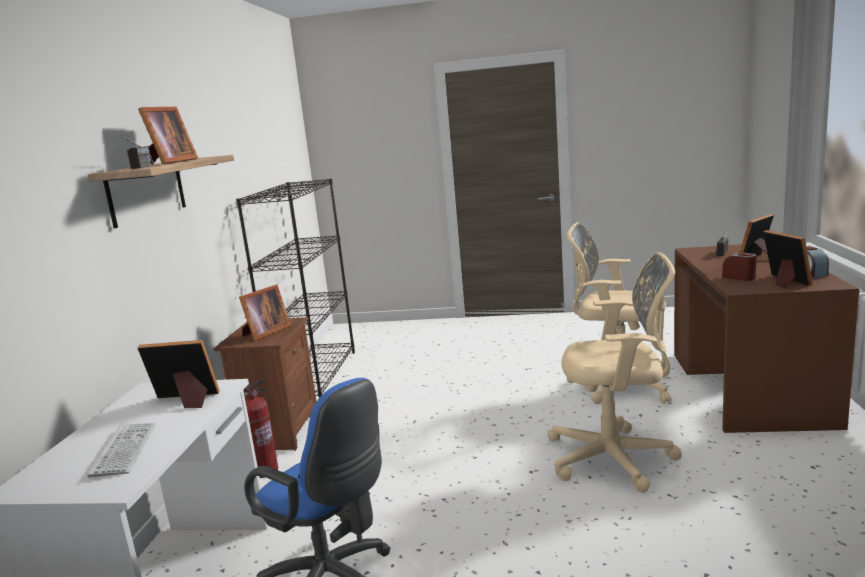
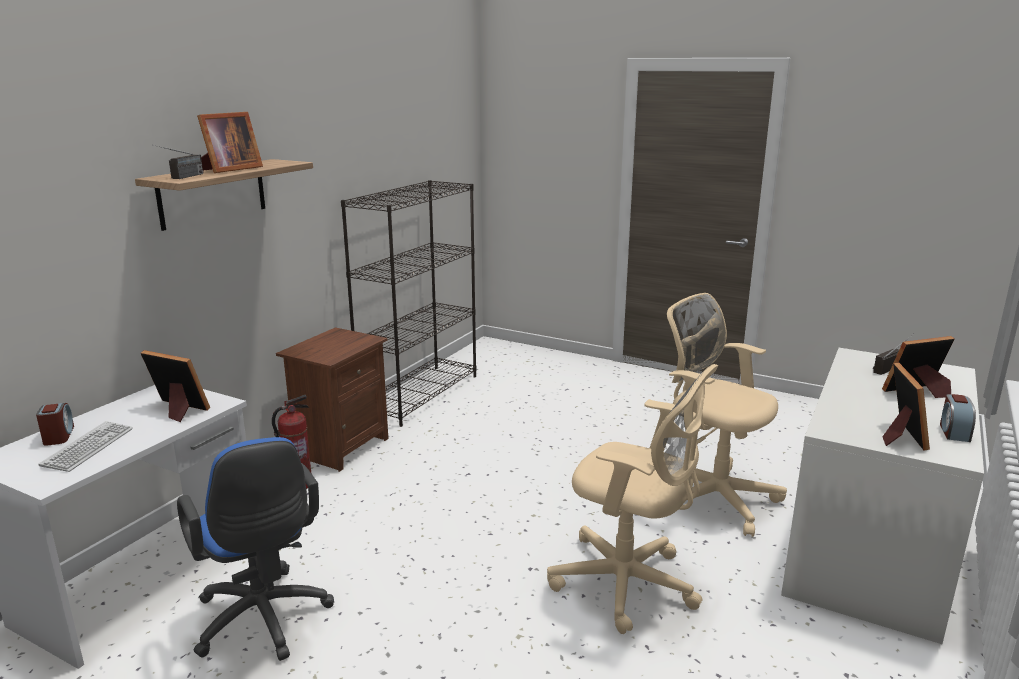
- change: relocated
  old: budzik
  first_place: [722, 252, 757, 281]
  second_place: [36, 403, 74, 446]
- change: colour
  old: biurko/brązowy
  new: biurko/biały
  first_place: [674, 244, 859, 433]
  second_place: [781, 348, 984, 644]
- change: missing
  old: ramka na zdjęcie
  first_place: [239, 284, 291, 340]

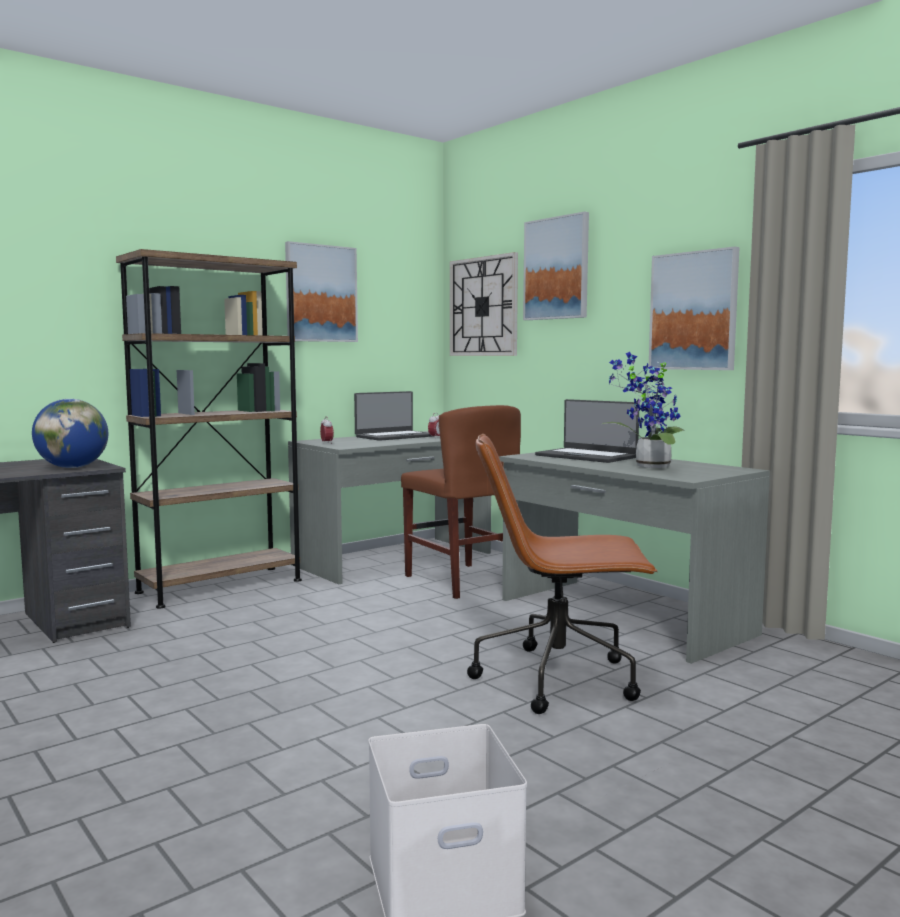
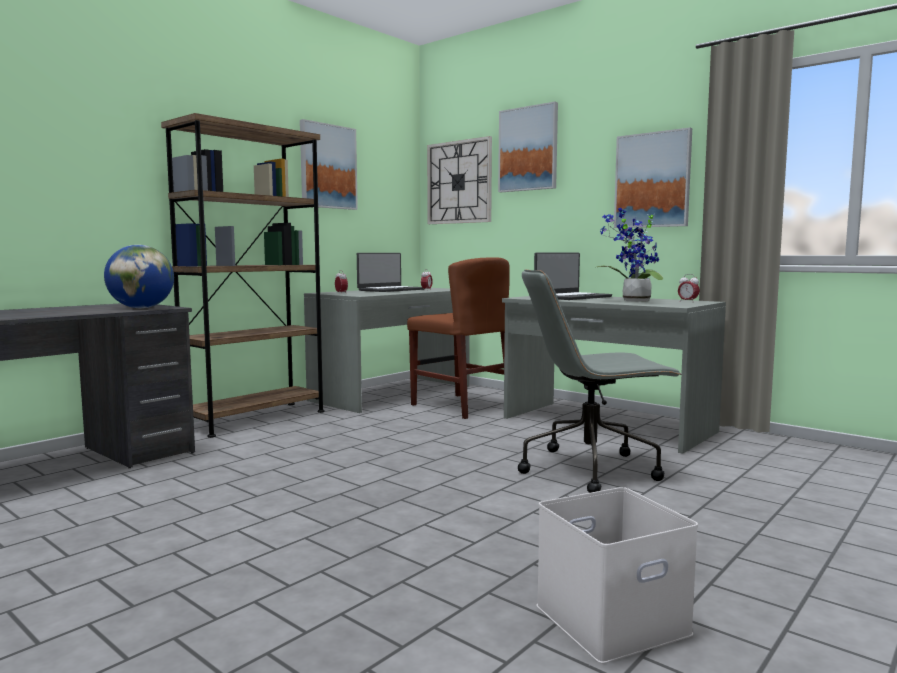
- change: colour
  old: krzesło biurowe/brązowy
  new: krzesło biurowe/szary
  first_place: [467, 434, 658, 714]
  second_place: [518, 269, 681, 493]
- change: spun
  old: laptop
  first_place: [535, 399, 640, 463]
  second_place: [534, 252, 612, 300]
  degrees: -75
- change: appeared
  new: budzik
  second_place: [678, 274, 700, 303]

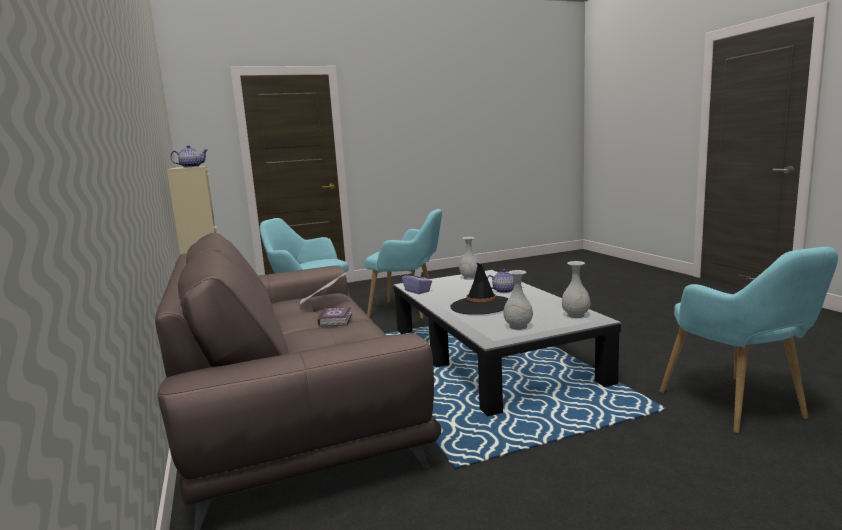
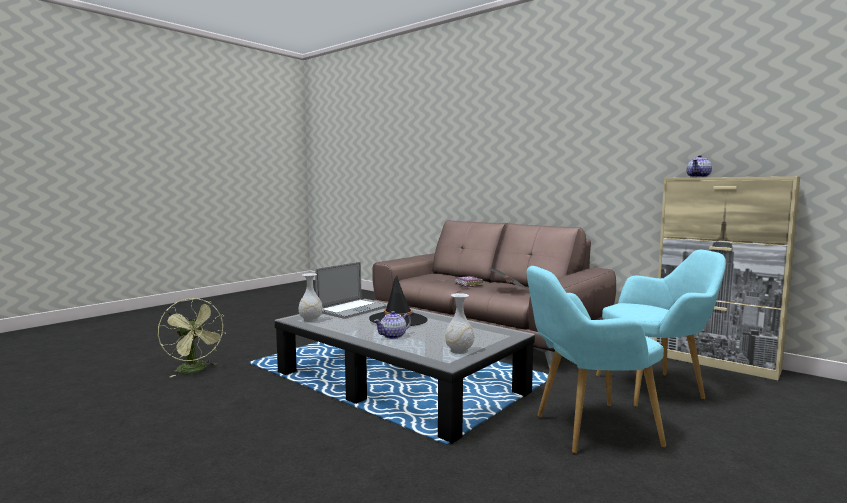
- change: exchanged
  old: fotel/turkusowy
  new: wentylator/zielony
  first_place: [660, 247, 838, 433]
  second_place: [158, 298, 226, 377]
- change: exchanged
  old: wazon/biały
  new: laptop
  first_place: [503, 270, 533, 330]
  second_place: [315, 262, 388, 319]
- change: missing
  old: pudełko chusteczek/fioletowy
  first_place: [402, 269, 432, 294]

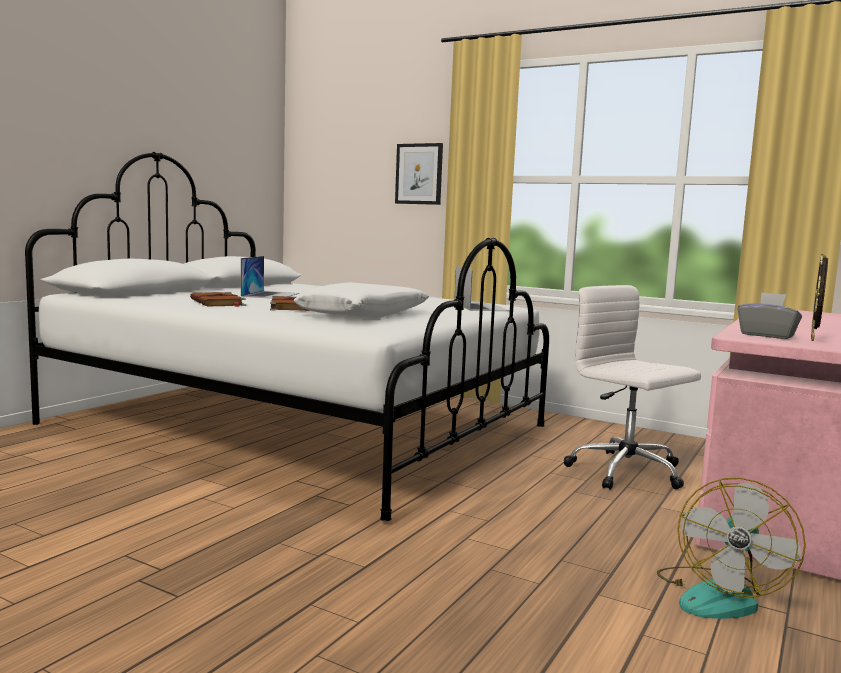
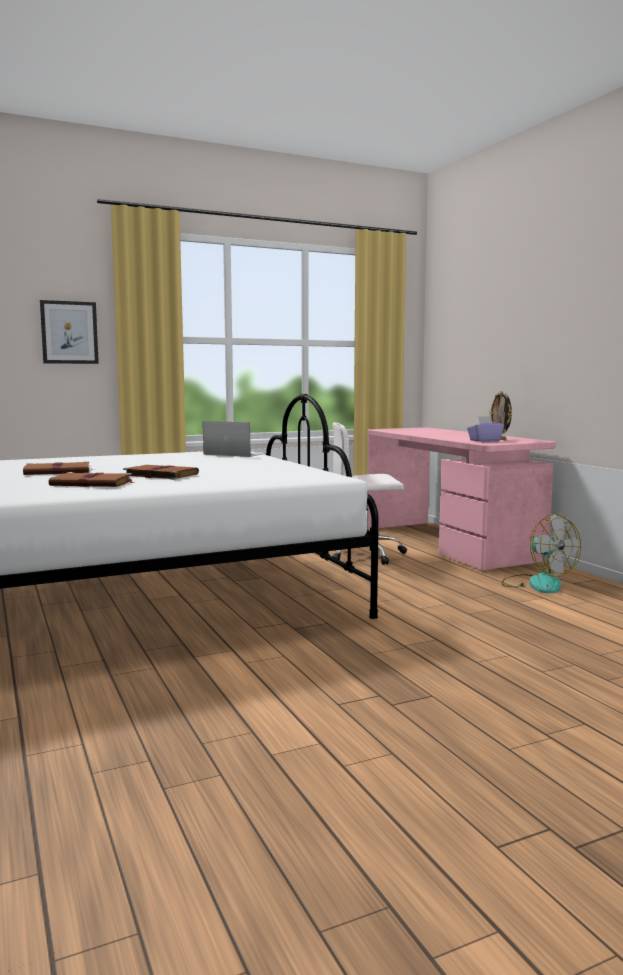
- change: exchanged
  old: laptop
  new: książka/brązowy
  first_place: [241, 256, 299, 299]
  second_place: [23, 461, 94, 475]
- change: colour
  old: pudełko chusteczek/szary
  new: pudełko chusteczek/fioletowy
  first_place: [738, 292, 802, 339]
  second_place: [467, 416, 504, 442]
- change: missing
  old: poduszka/biały
  first_place: [294, 282, 429, 318]

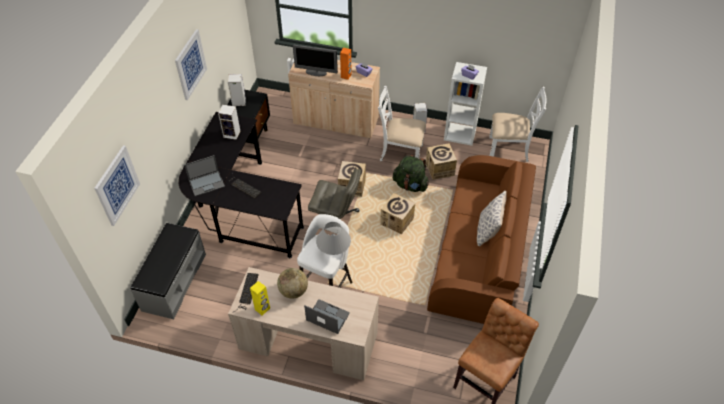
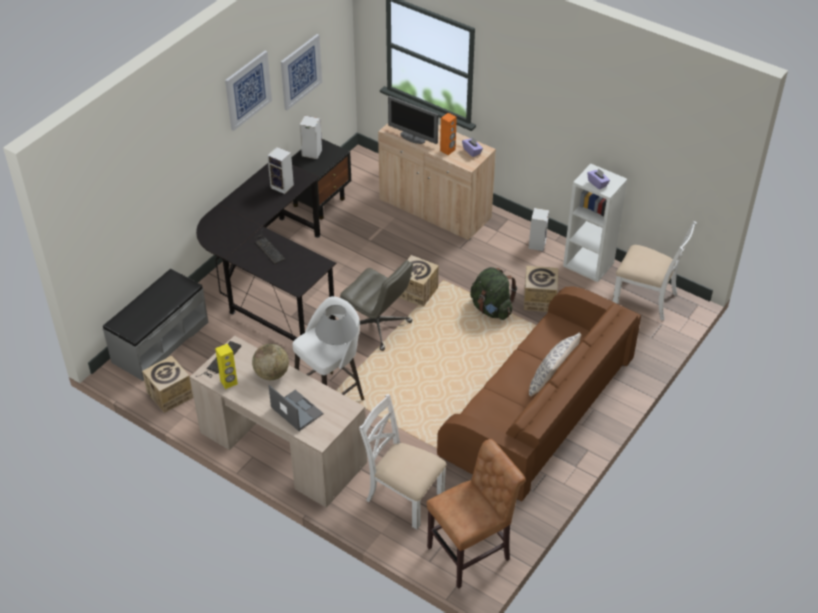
- change: relocated
  old: karton
  first_place: [380, 193, 415, 234]
  second_place: [142, 355, 194, 413]
- change: relocated
  old: obraz
  first_place: [94, 145, 140, 226]
  second_place: [281, 34, 322, 110]
- change: relocated
  old: krzesło/biały
  first_place: [378, 86, 426, 161]
  second_place: [359, 394, 446, 529]
- change: missing
  old: laptop
  first_place: [184, 155, 225, 196]

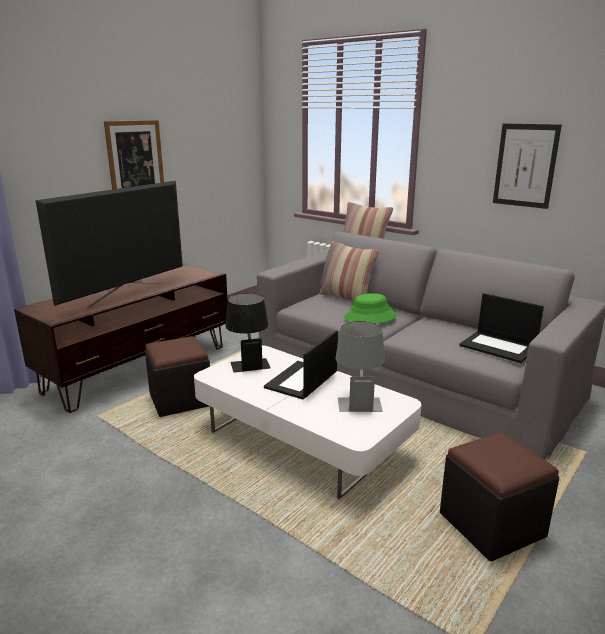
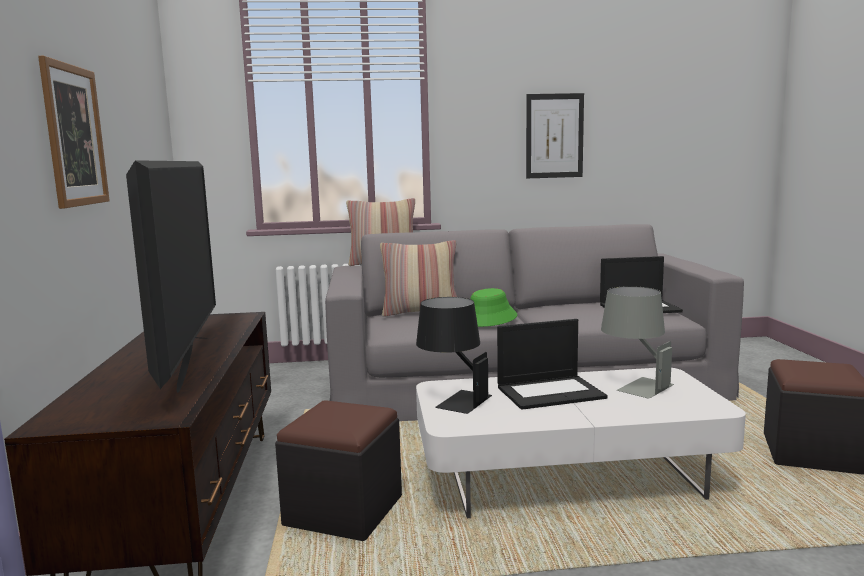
- change: spun
  old: laptop
  first_place: [264, 331, 338, 399]
  second_place: [497, 319, 608, 410]
  degrees: -90

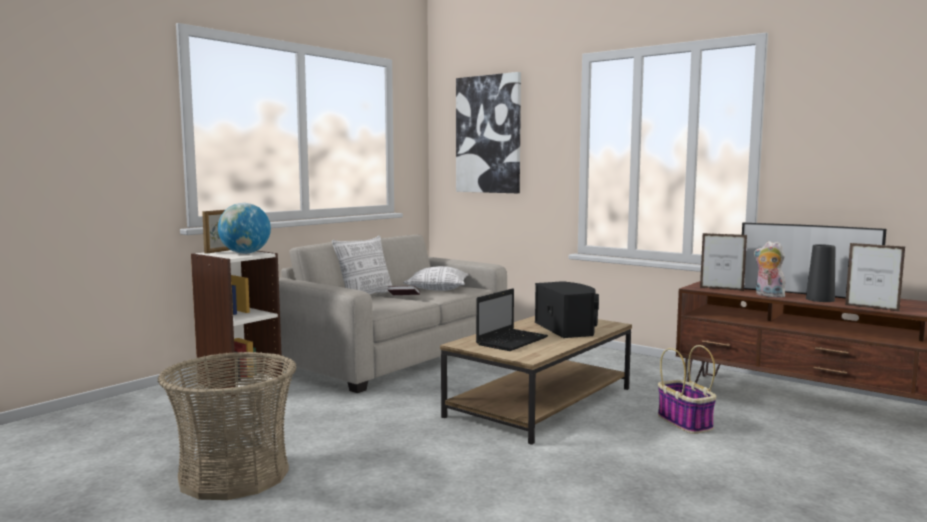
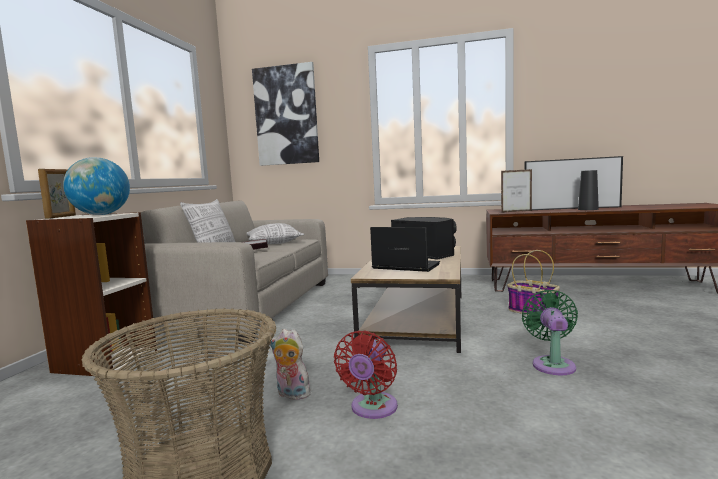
- change: relocated
  old: pluszak
  first_place: [754, 241, 787, 298]
  second_place: [270, 329, 311, 400]
- change: appeared
  new: wentylator/czerwony
  second_place: [334, 331, 398, 419]
- change: spun
  old: laptop
  first_place: [476, 288, 548, 351]
  second_place: [370, 227, 440, 272]
  degrees: -75
- change: appeared
  new: wentylator/zielony
  second_place: [522, 290, 578, 375]
- change: missing
  old: ramka na zdjęcie
  first_place: [845, 243, 905, 312]

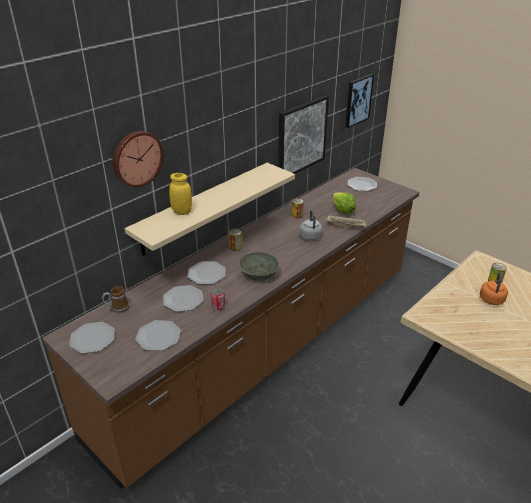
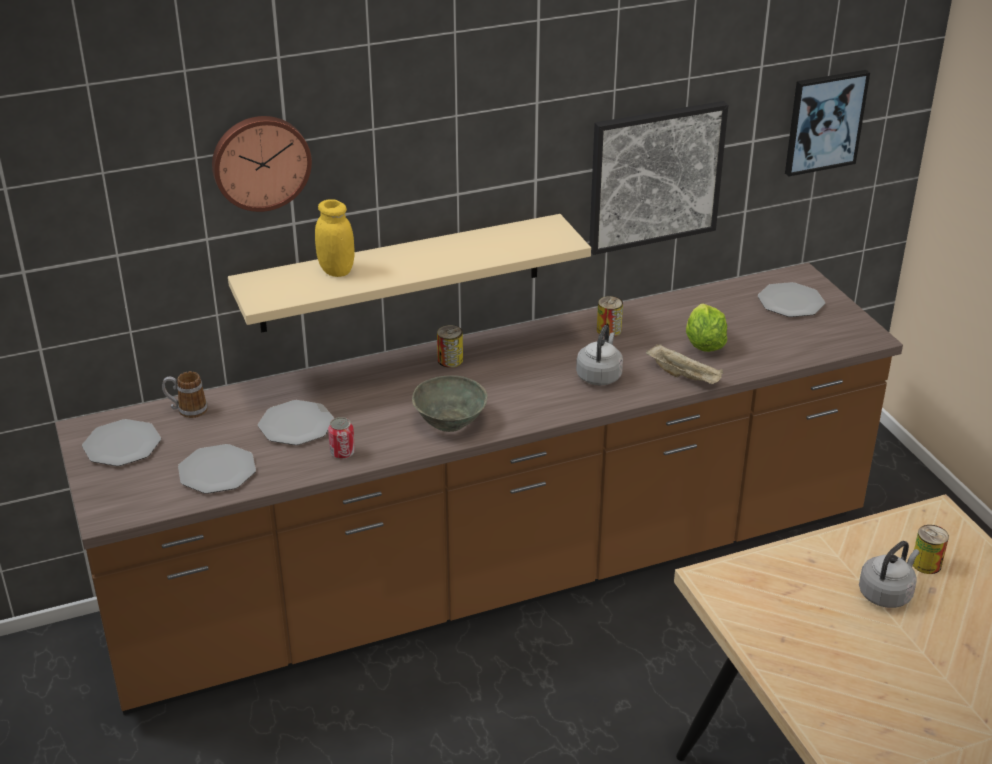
- change: colour
  old: czajnik/pomarańczowy
  new: czajnik/szary
  first_place: [480, 272, 508, 305]
  second_place: [859, 541, 920, 608]
- change: missing
  old: talerz
  first_place: [188, 261, 226, 284]

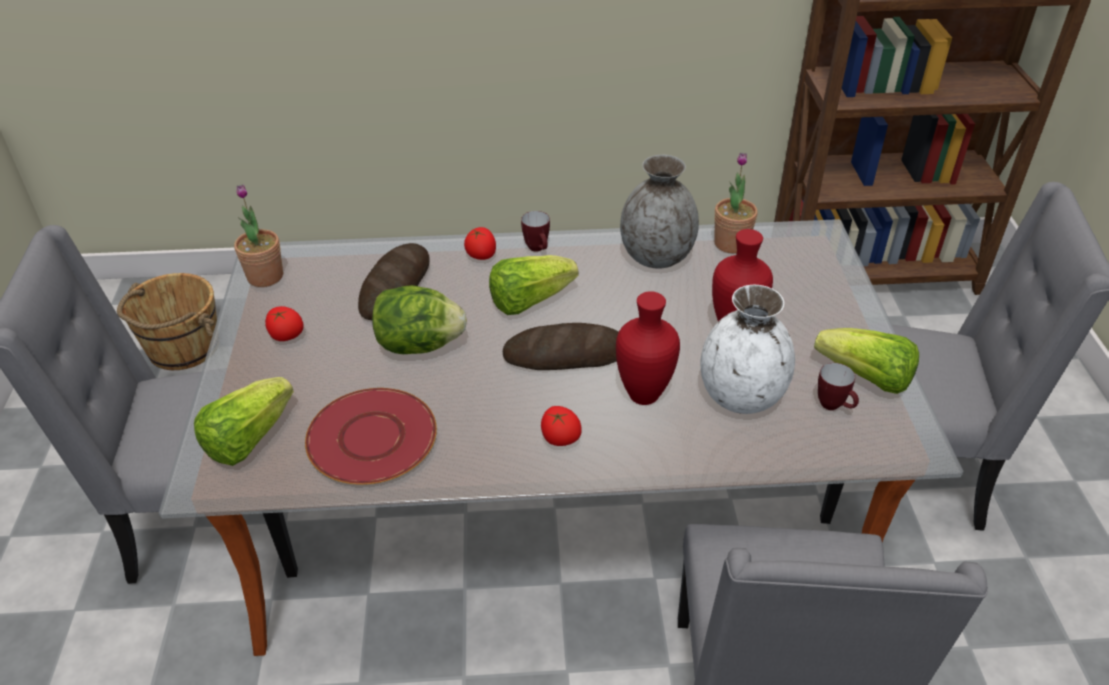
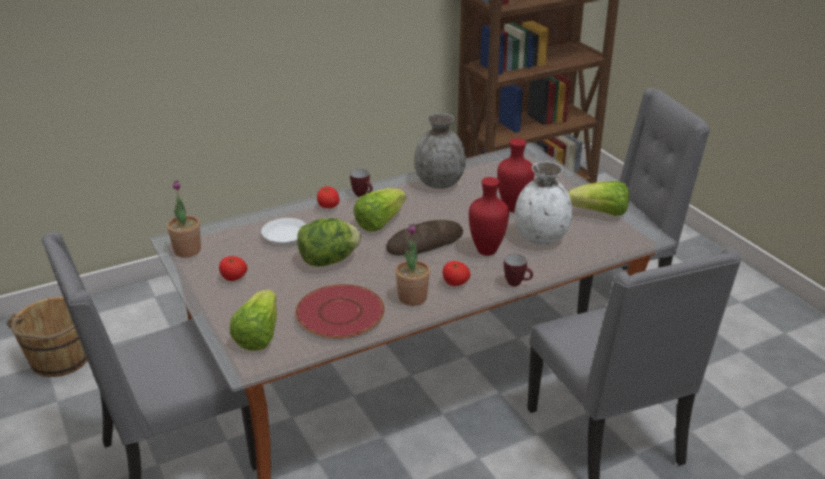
- change: exchanged
  old: chleb
  new: talerz/biały
  first_place: [358, 243, 430, 320]
  second_place: [261, 218, 307, 244]
- change: relocated
  old: roślina doniczkowa
  first_place: [714, 152, 758, 253]
  second_place: [395, 224, 430, 306]
- change: relocated
  old: kubek
  first_place: [818, 363, 859, 410]
  second_place: [504, 254, 533, 286]

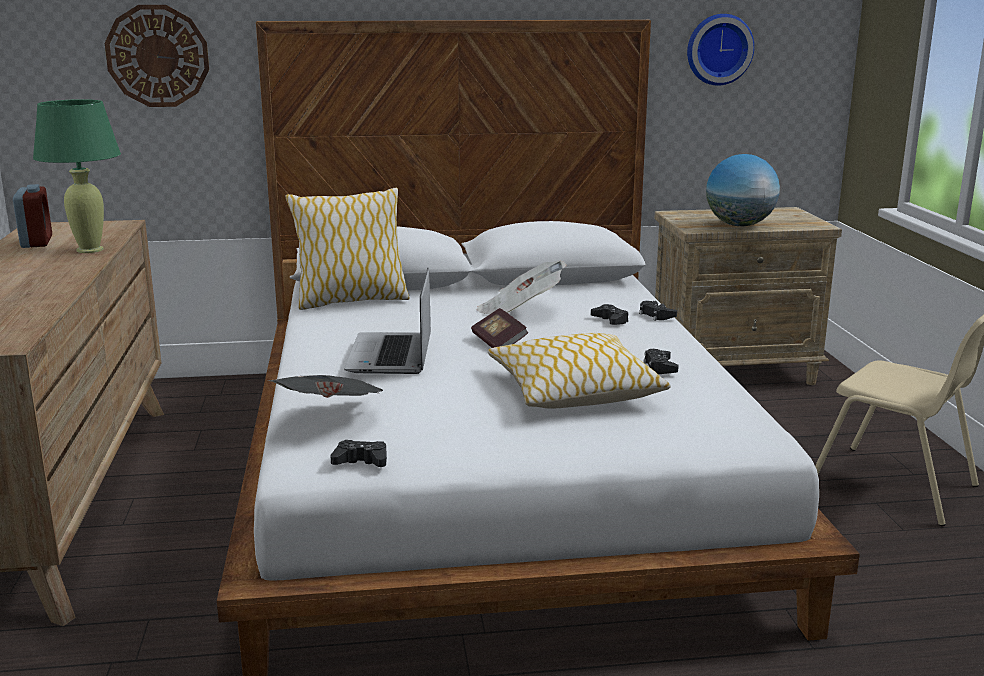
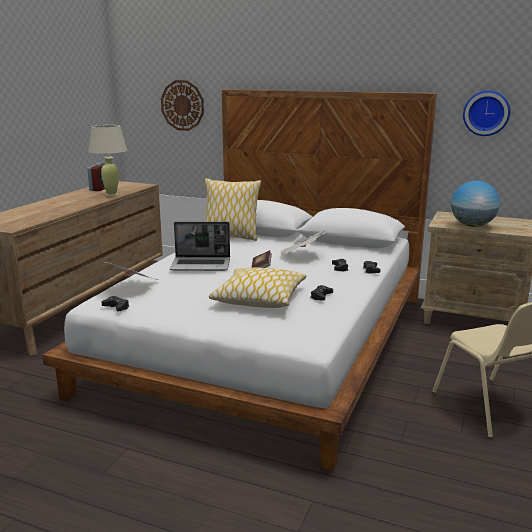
- change: colour
  old: lampa stołowa/zielony
  new: lampa stołowa/beżowy
  first_place: [33, 99, 121, 253]
  second_place: [88, 125, 127, 196]
- change: spun
  old: laptop
  first_place: [344, 268, 431, 374]
  second_place: [170, 222, 230, 271]
  degrees: -120

